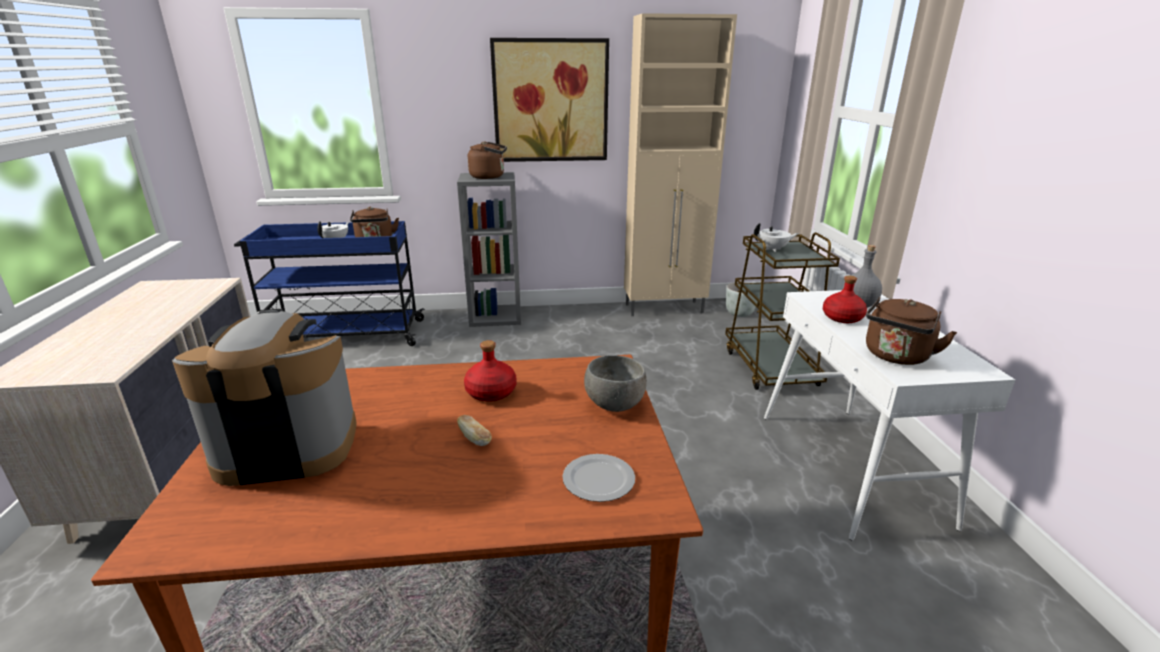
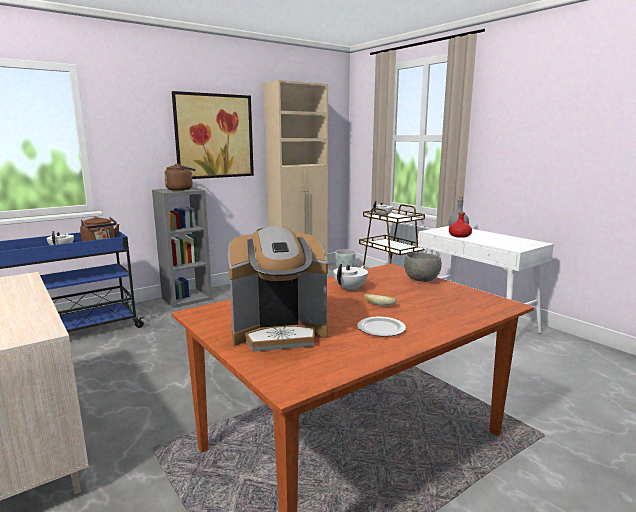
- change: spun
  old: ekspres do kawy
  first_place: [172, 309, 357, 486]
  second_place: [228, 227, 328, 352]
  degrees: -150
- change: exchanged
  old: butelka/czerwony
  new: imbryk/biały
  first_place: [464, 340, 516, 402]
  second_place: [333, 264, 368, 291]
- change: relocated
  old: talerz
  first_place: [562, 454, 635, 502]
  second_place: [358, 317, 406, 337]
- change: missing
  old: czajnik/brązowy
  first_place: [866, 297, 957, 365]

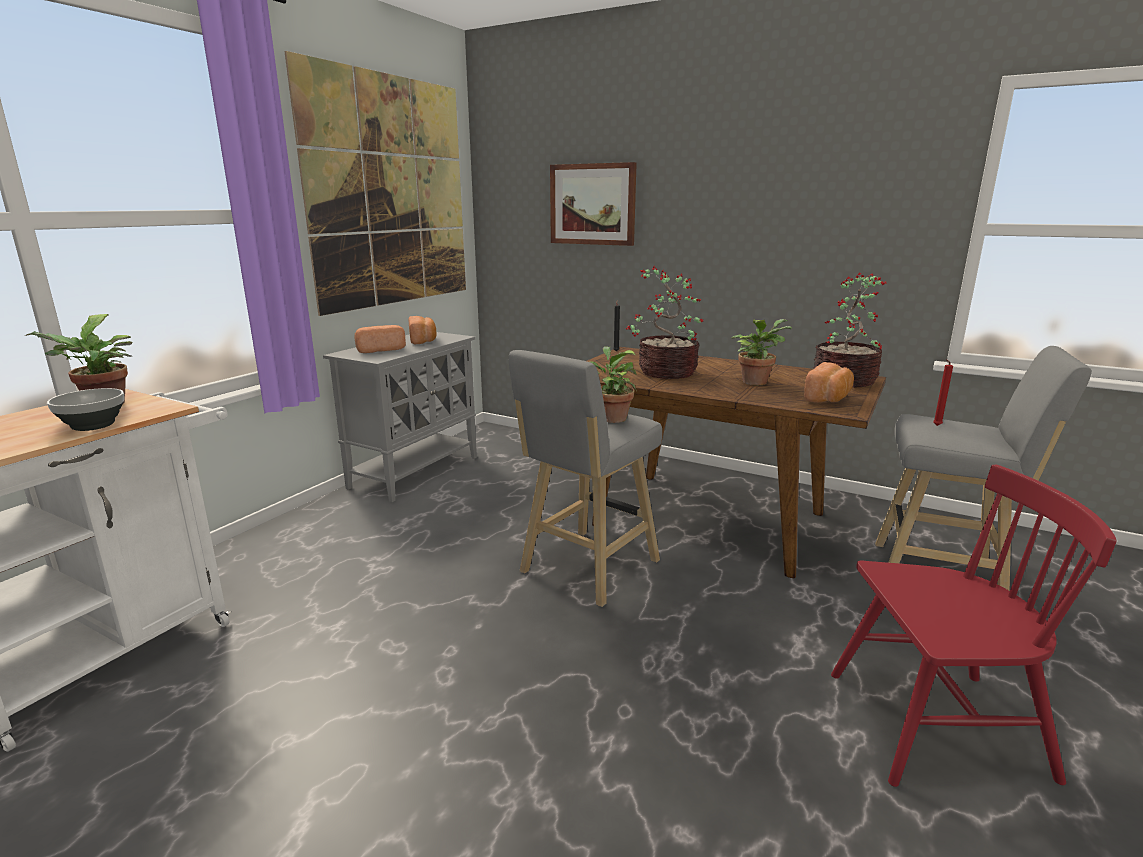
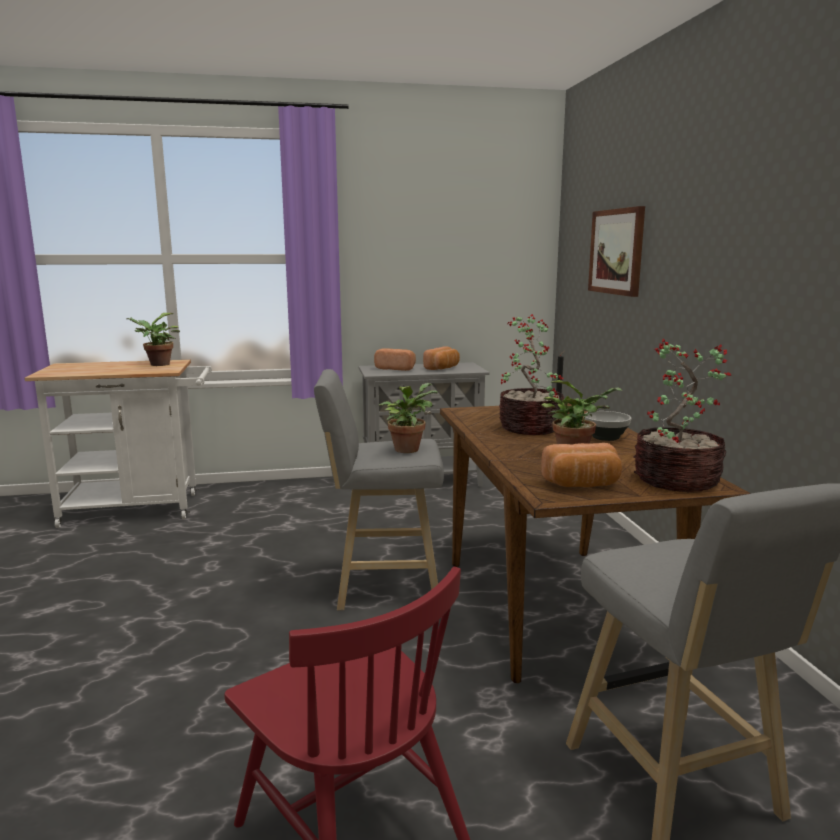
- change: relocated
  old: miska
  first_place: [47, 388, 124, 431]
  second_place: [584, 411, 631, 441]
- change: missing
  old: obraz
  first_place: [284, 51, 466, 316]
- change: missing
  old: świeca/czerwony
  first_place: [933, 359, 953, 426]

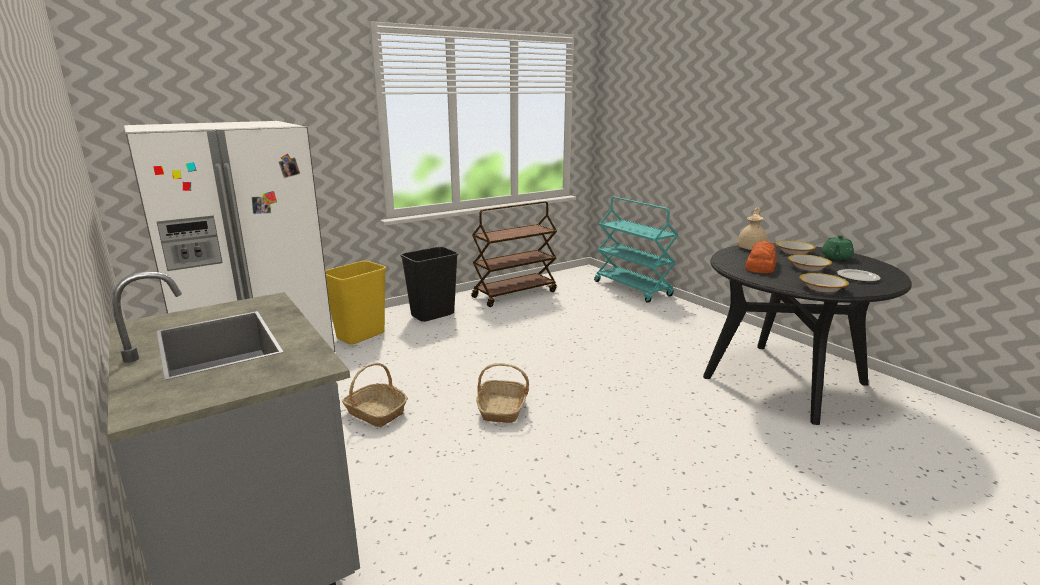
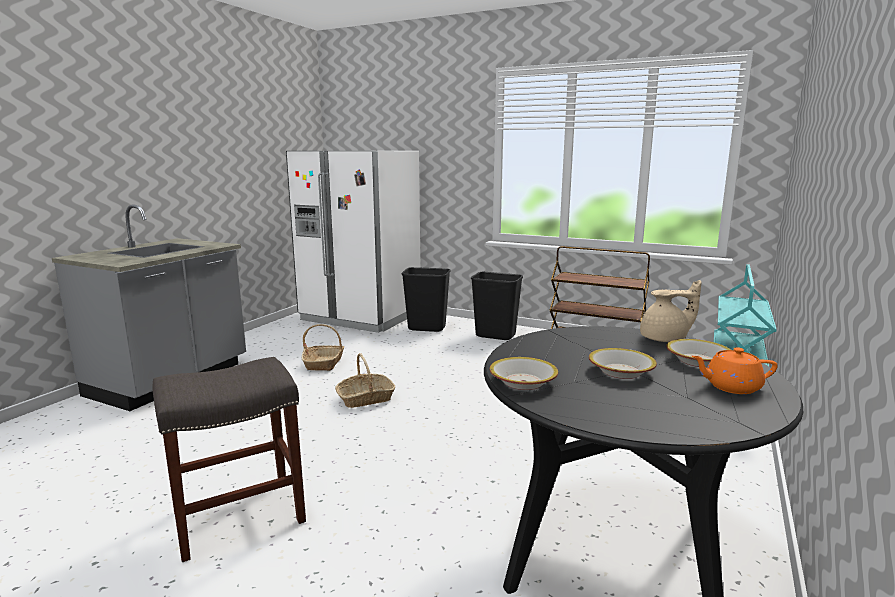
- change: appeared
  new: stołek/szary
  second_place: [153, 357, 306, 562]
- change: colour
  old: kosz na śmieci/żółty
  new: kosz na śmieci/czarny
  first_place: [325, 261, 386, 344]
  second_place: [402, 267, 451, 332]
- change: colour
  old: imbryk/zielony
  new: imbryk/pomarańczowy
  first_place: [822, 235, 854, 260]
  second_place: [692, 347, 778, 394]
- change: missing
  old: chleb
  first_place: [745, 241, 777, 274]
- change: missing
  old: talerz
  first_place: [837, 269, 881, 282]

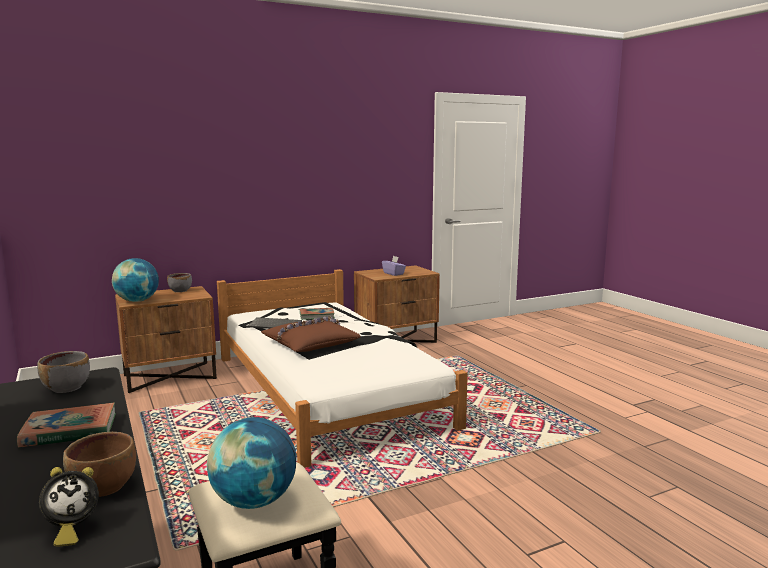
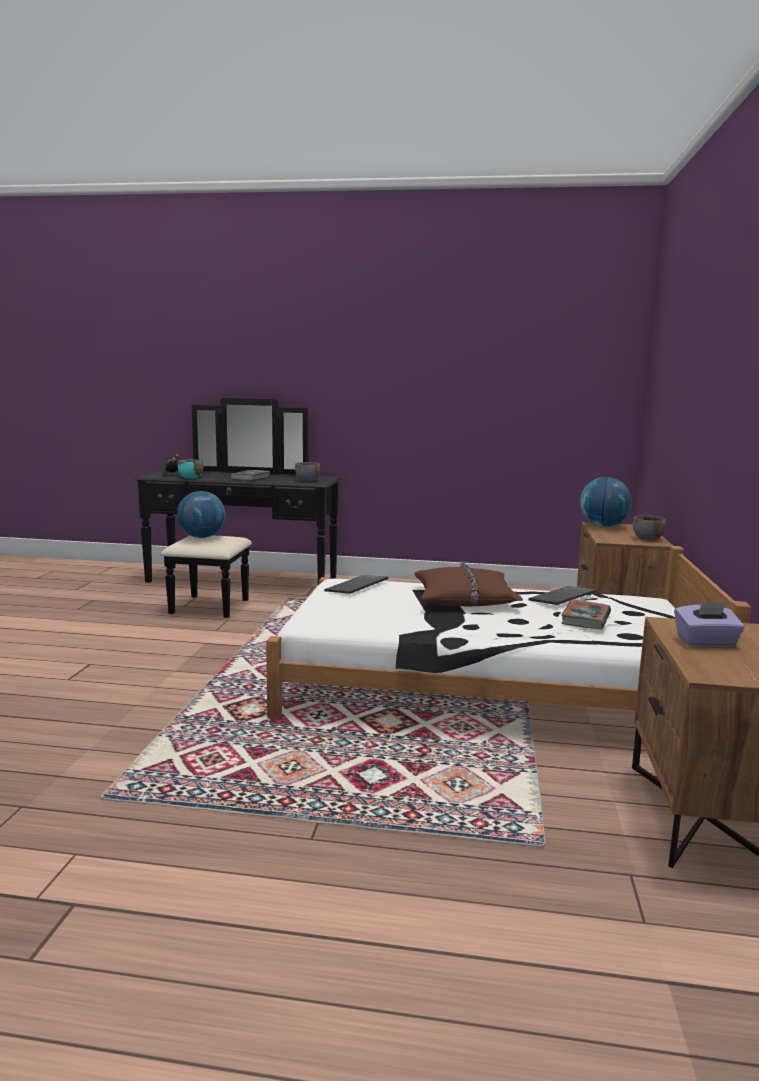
- change: colour
  old: miska/brązowy
  new: miska/turkusowy
  first_place: [63, 432, 136, 497]
  second_place: [178, 459, 203, 478]
- change: appeared
  new: klawiatura
  second_place: [324, 575, 389, 594]

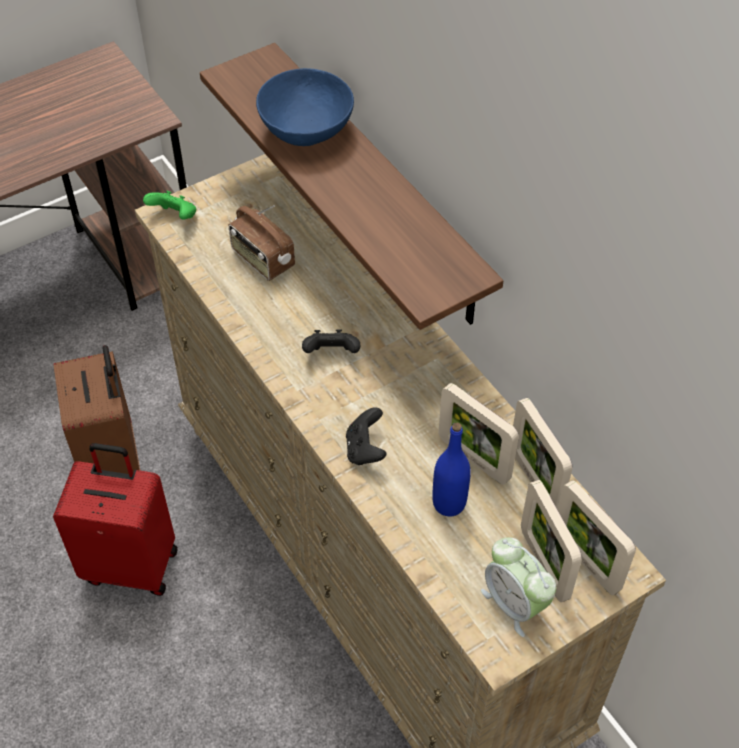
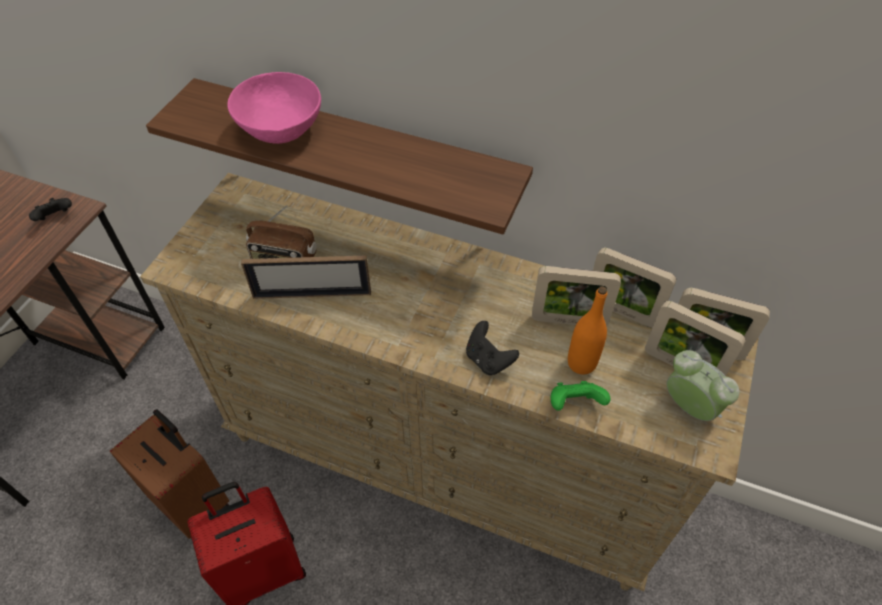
- change: relocated
  old: pad do gier/czarny
  first_place: [302, 329, 360, 353]
  second_place: [29, 198, 72, 221]
- change: colour
  old: miska/niebieski
  new: miska/różowy
  first_place: [256, 68, 354, 146]
  second_place: [227, 72, 321, 144]
- change: appeared
  new: ramka na zdjęcie
  second_place: [241, 255, 371, 299]
- change: relocated
  old: pad do gier/zielony
  first_place: [143, 191, 196, 220]
  second_place: [550, 381, 610, 411]
- change: colour
  old: butelka/niebieski
  new: butelka/pomarańczowy
  first_place: [432, 422, 471, 516]
  second_place: [568, 286, 607, 375]
- change: spun
  old: budzik
  first_place: [481, 537, 556, 637]
  second_place: [667, 350, 739, 421]
  degrees: -150

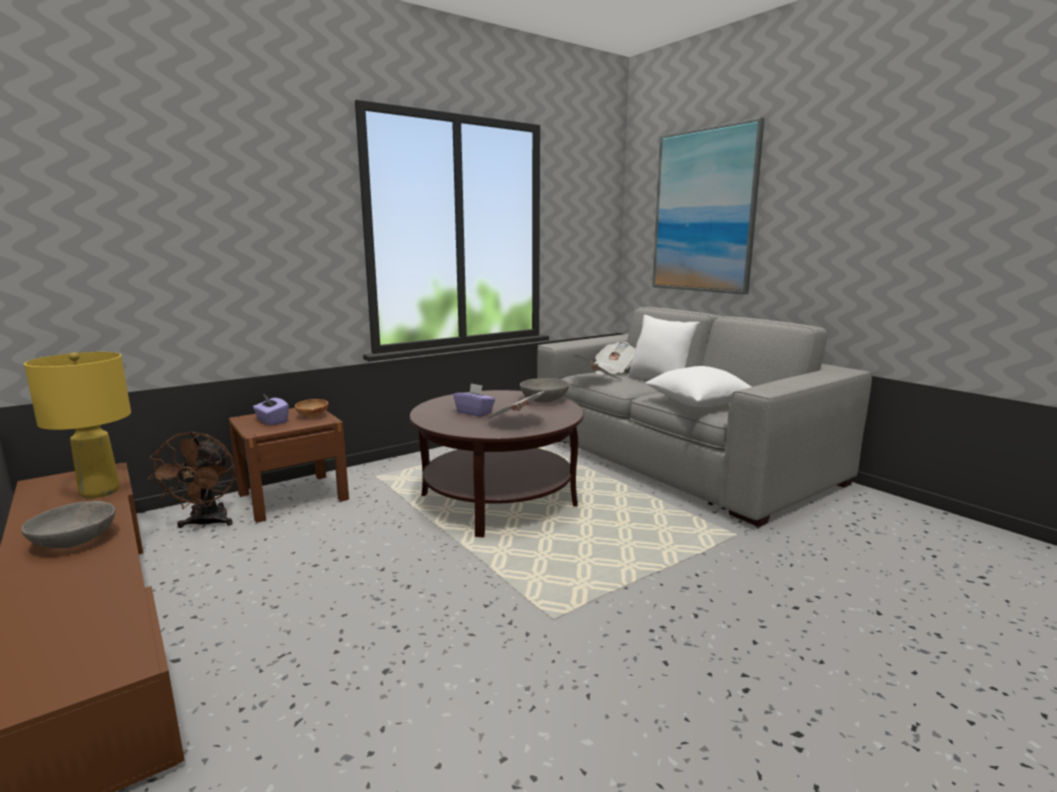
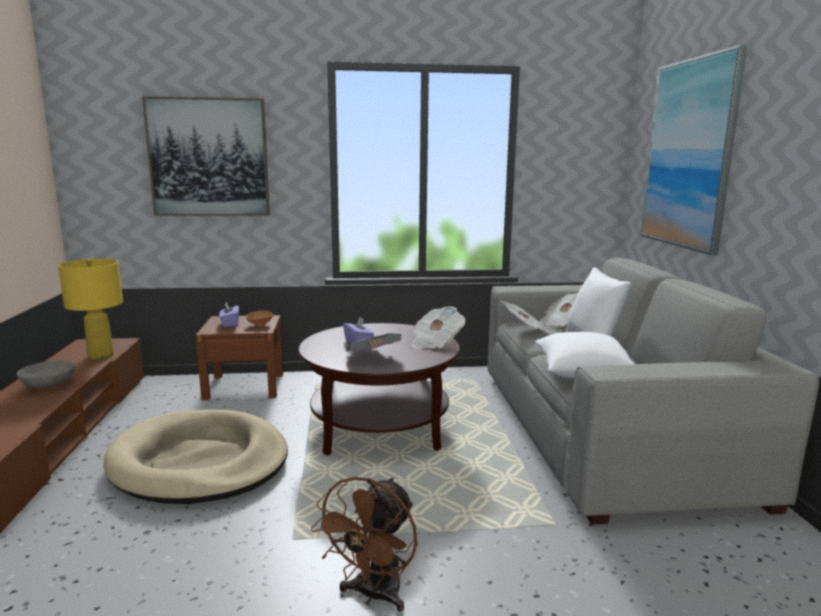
- change: appeared
  new: legowisko/beżowy
  second_place: [103, 409, 288, 504]
- change: appeared
  new: obraz
  second_place: [142, 96, 270, 216]
- change: relocated
  old: wentylator/brązowy
  first_place: [147, 431, 236, 528]
  second_place: [311, 477, 417, 612]
- change: exchanged
  old: miska/szary
  new: gazeta
  first_place: [520, 378, 569, 403]
  second_place: [411, 306, 465, 349]

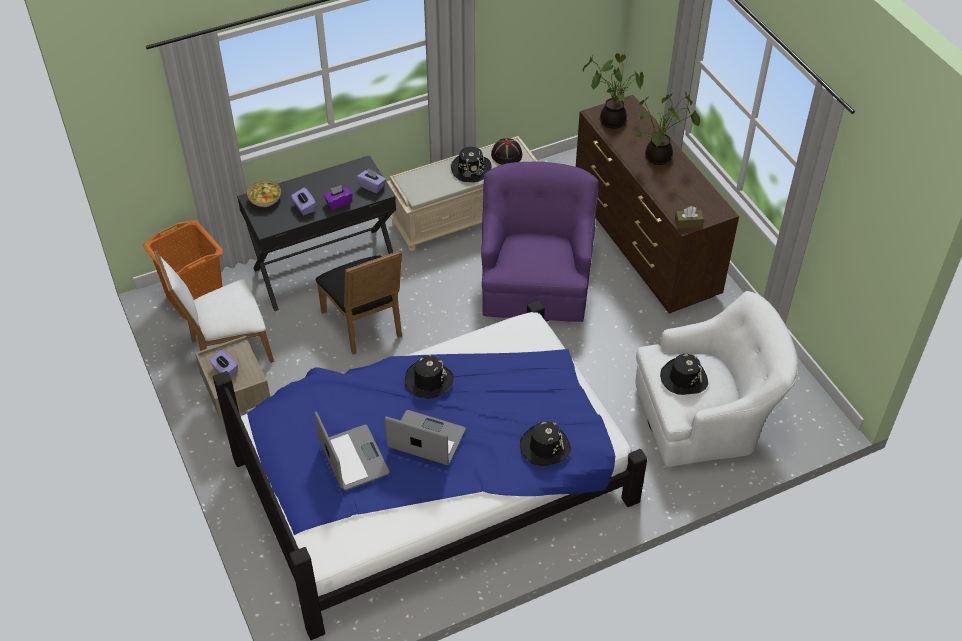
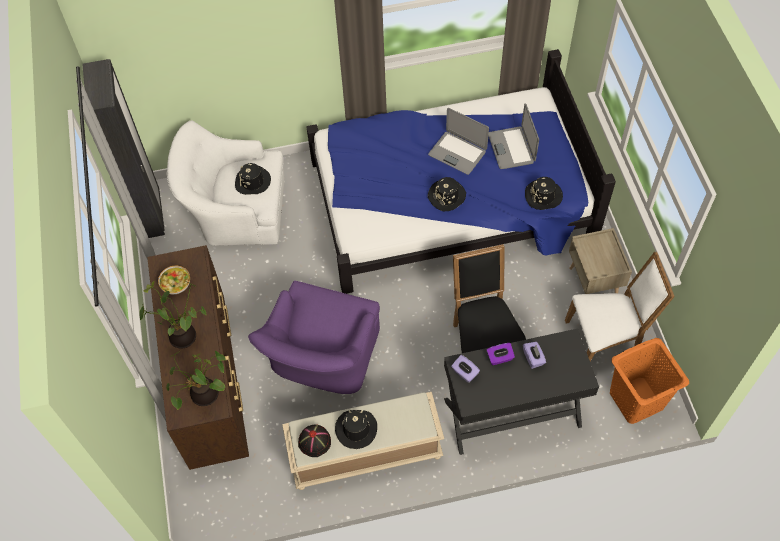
- change: appeared
  new: szafa/czarny
  second_place: [83, 59, 165, 238]
- change: relocated
  old: miska
  first_place: [247, 180, 281, 207]
  second_place: [158, 266, 190, 294]
- change: relocated
  old: kapelusz/czarny
  first_place: [520, 421, 571, 466]
  second_place: [525, 177, 563, 210]
- change: missing
  old: pudełko chusteczek/fioletowy
  first_place: [209, 350, 238, 377]
- change: missing
  old: pudełko chusteczek/brązowy
  first_place: [675, 206, 704, 228]

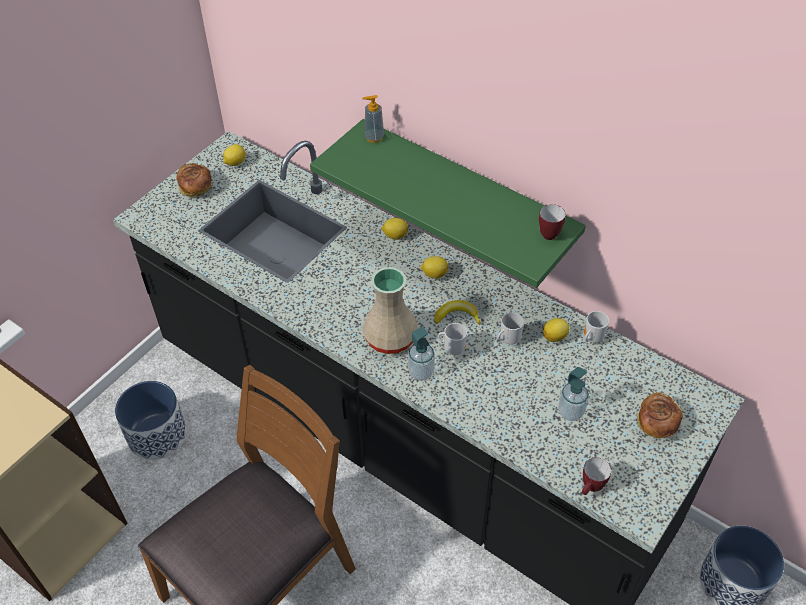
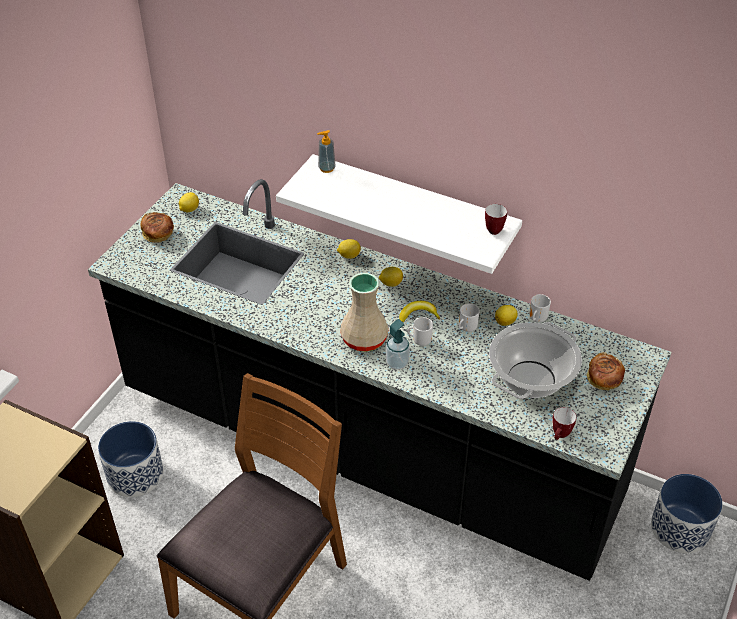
- change: colour
  old: półka/zielony
  new: półka/biały
  first_place: [310, 119, 586, 288]
  second_place: [276, 154, 522, 274]
- change: exchanged
  old: dozownik mydła
  new: garnek
  first_place: [558, 367, 589, 421]
  second_place: [489, 322, 582, 399]

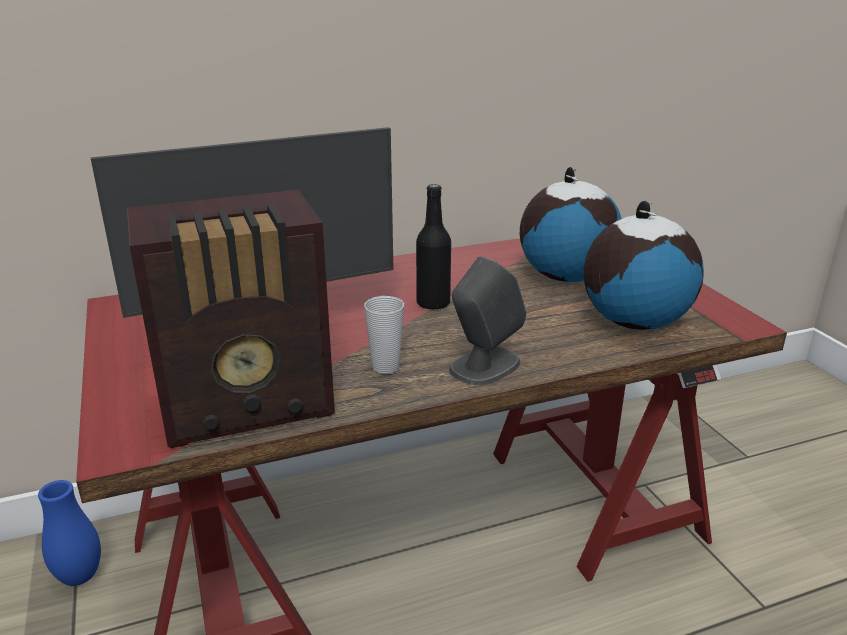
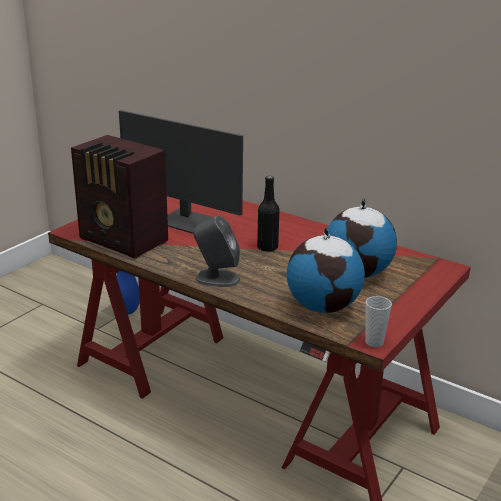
- change: relocated
  old: filiżanka
  first_place: [364, 296, 404, 374]
  second_place: [365, 296, 392, 347]

